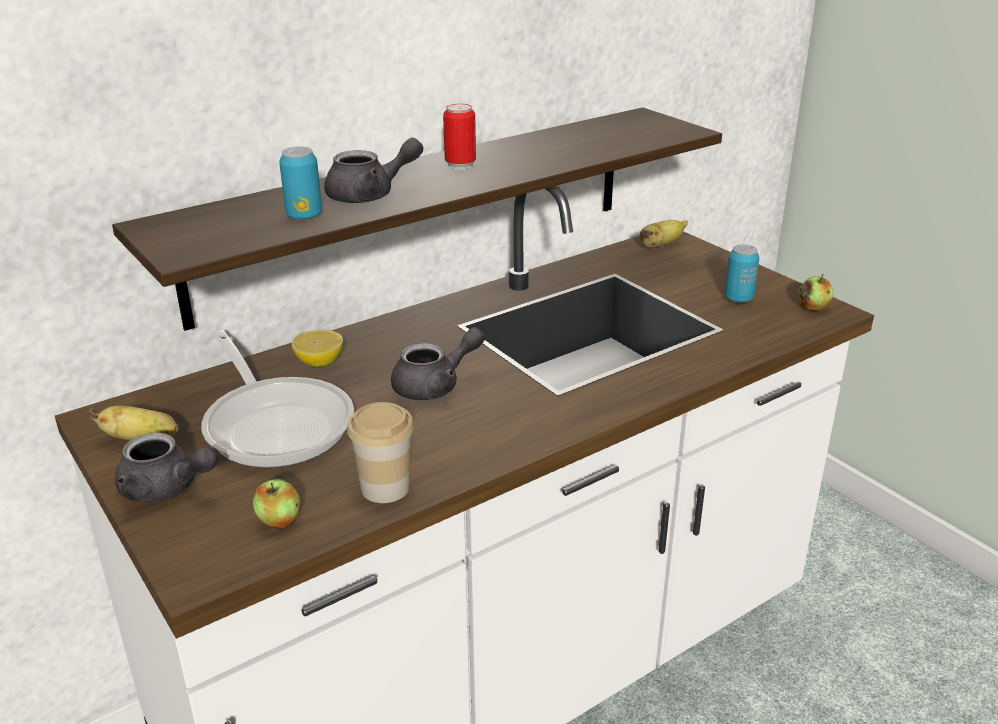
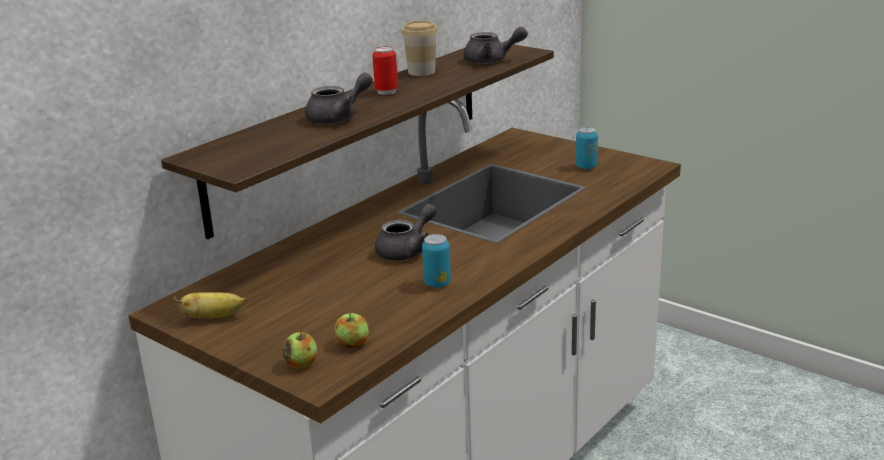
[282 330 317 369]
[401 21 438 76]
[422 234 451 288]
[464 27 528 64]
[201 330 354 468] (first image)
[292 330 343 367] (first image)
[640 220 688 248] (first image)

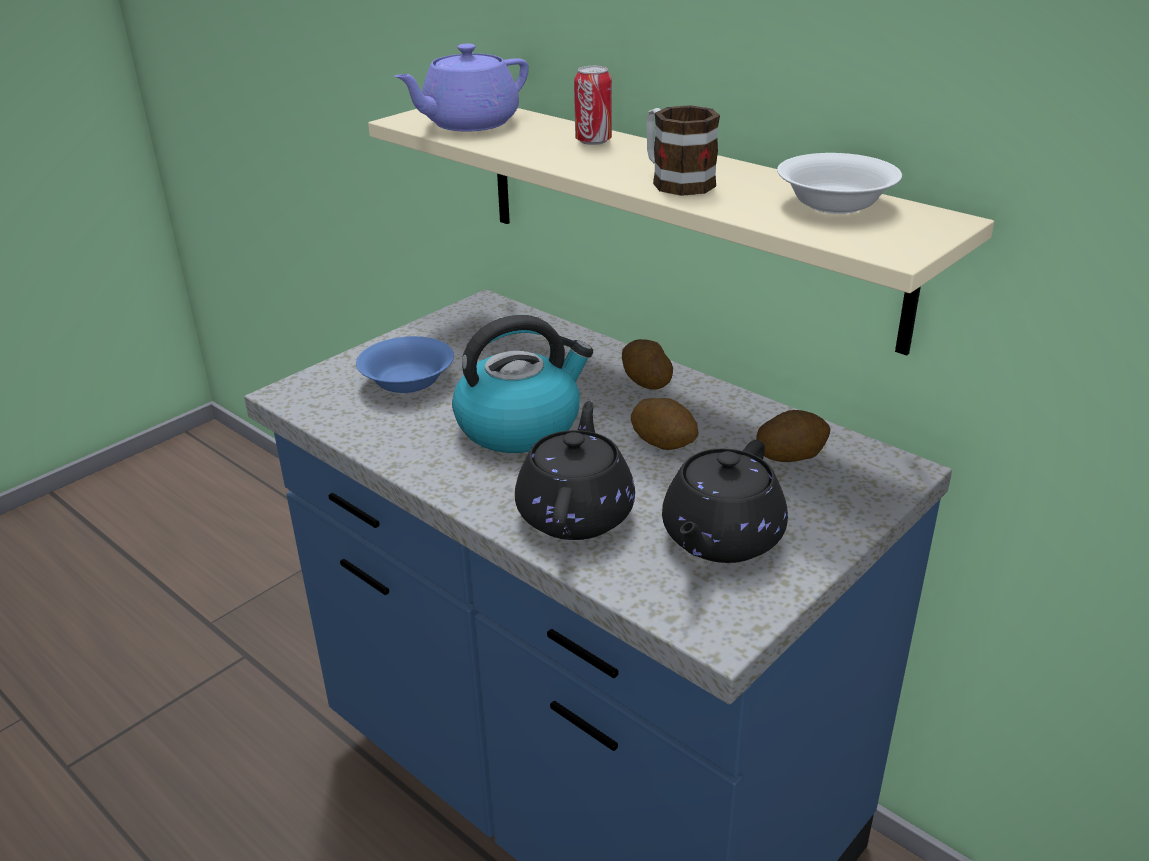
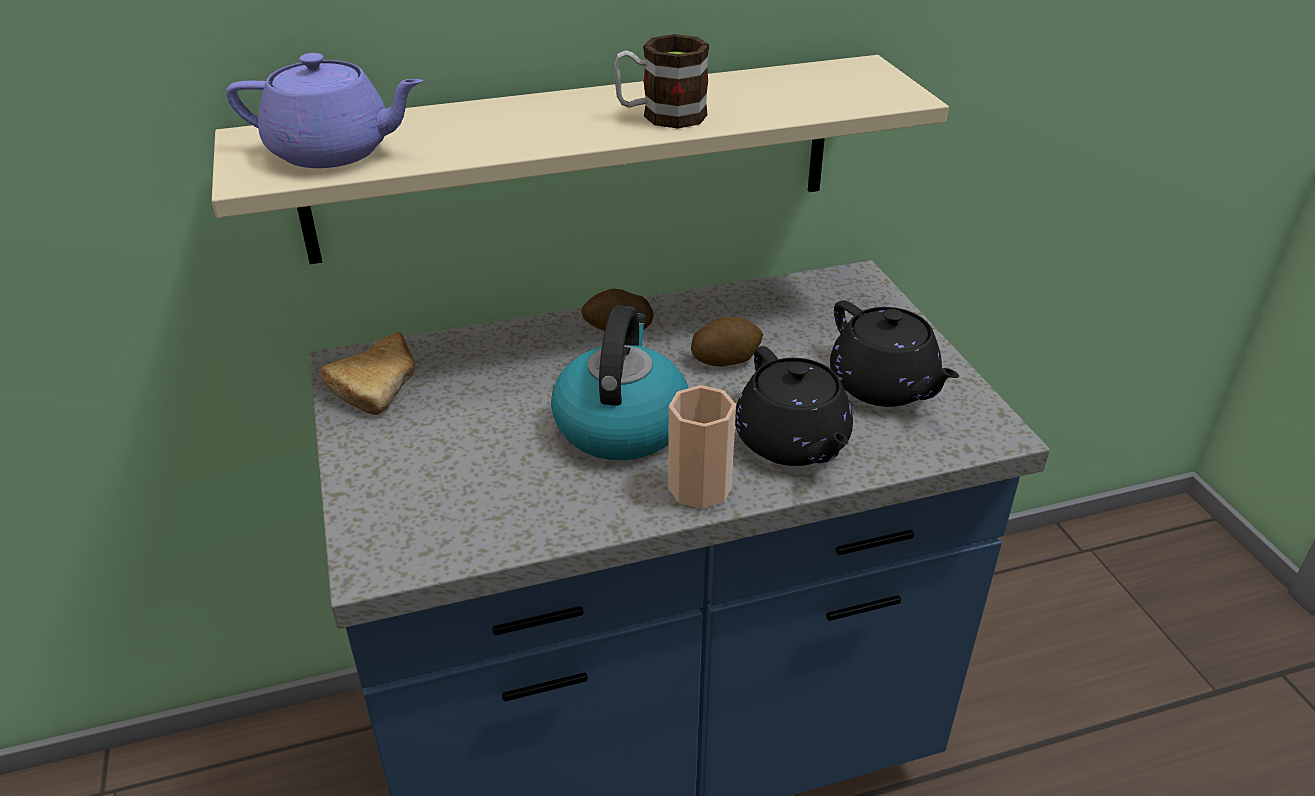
[226 53 423 168]
[320 332 415 415]
[668 385 736 509]
[735 346 853 466]
[356 336 454 393] (first image)
[574 66 612 145] (first image)
[756 410 830 462] (first image)
[777 153 902 214] (first image)

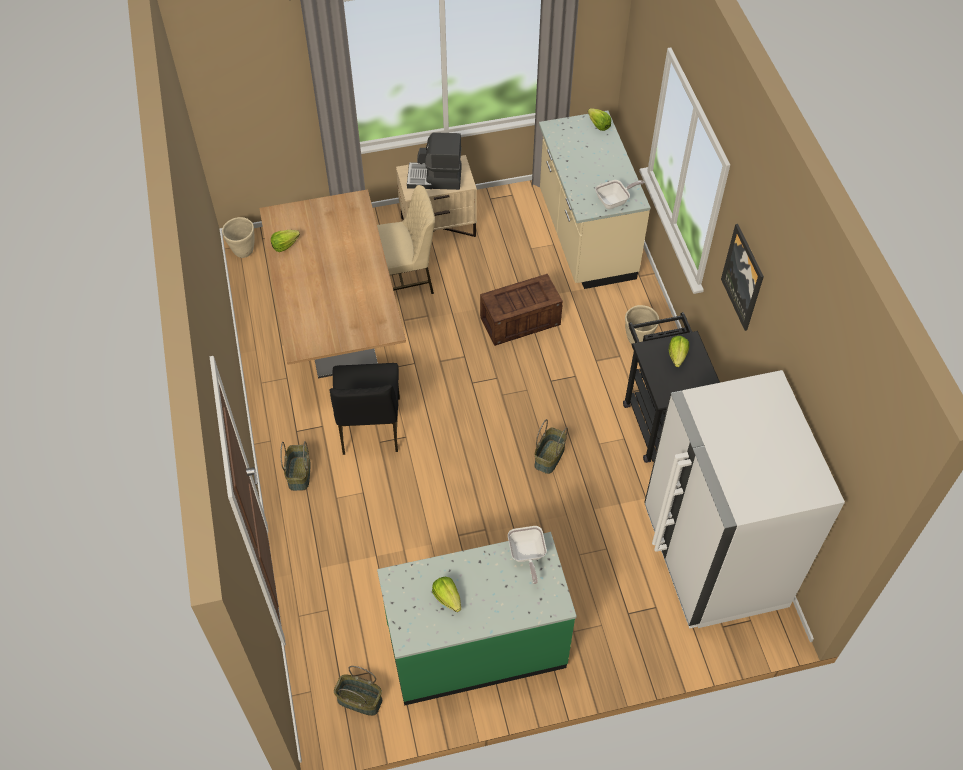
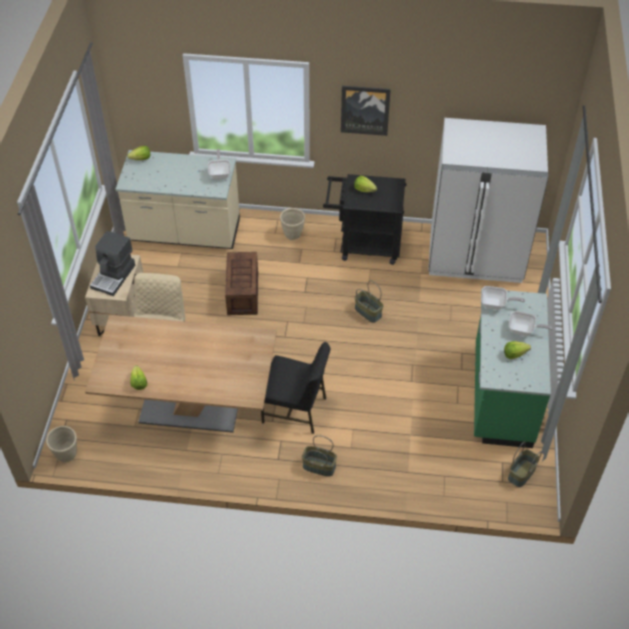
[509 311 554 336]

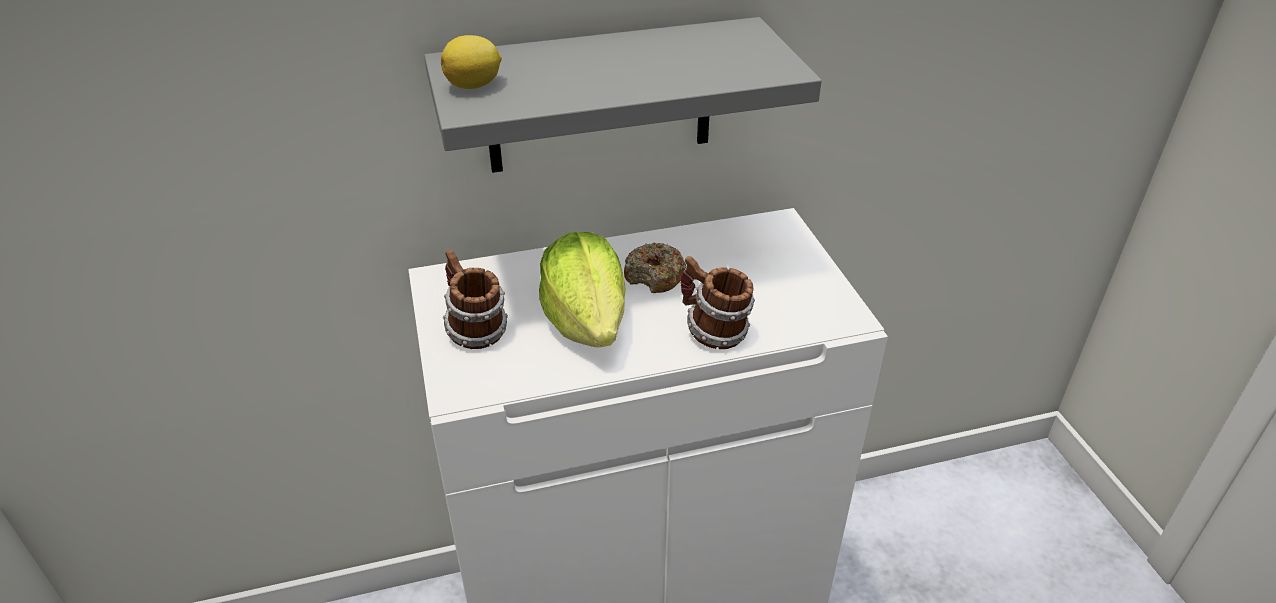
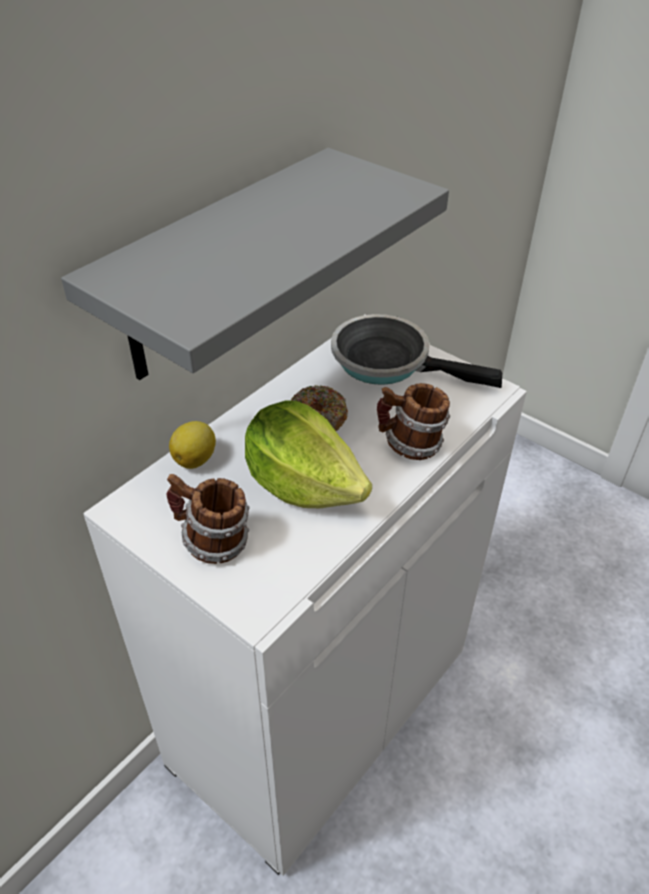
[169 421 216 469]
[331 314 502 388]

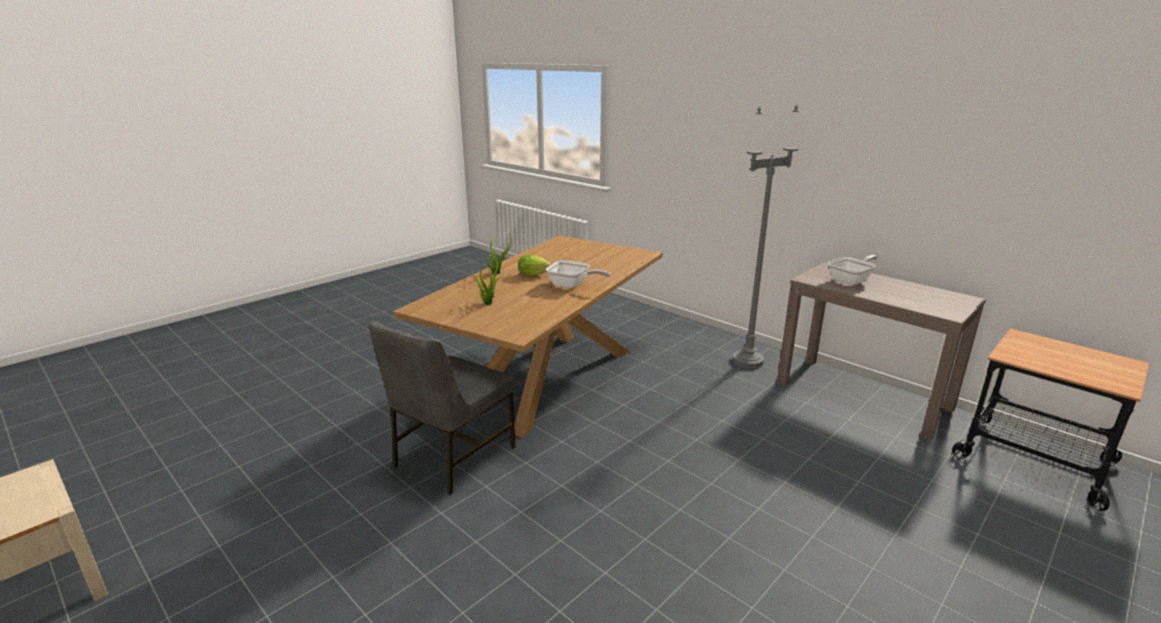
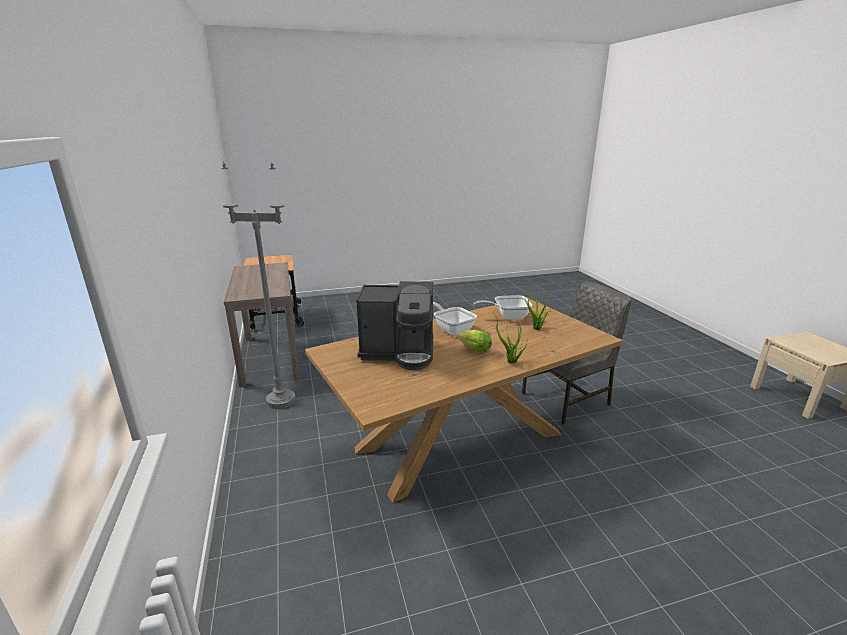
[356 281 433 370]
[473 295 532 320]

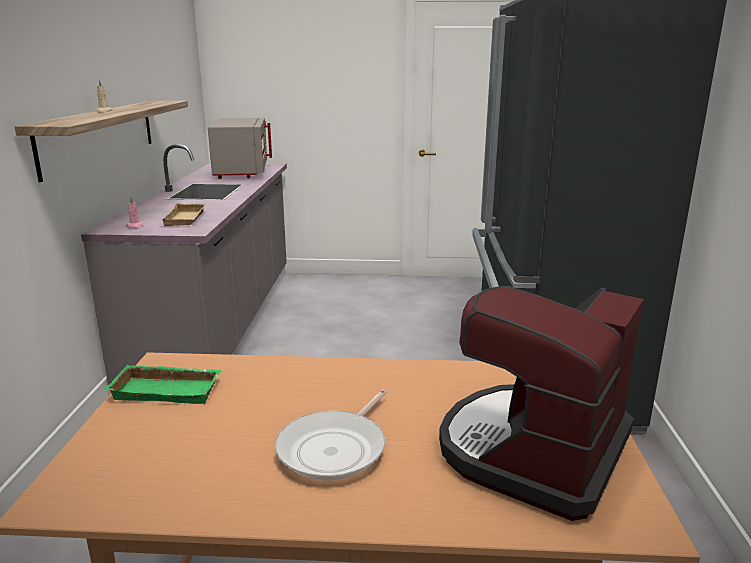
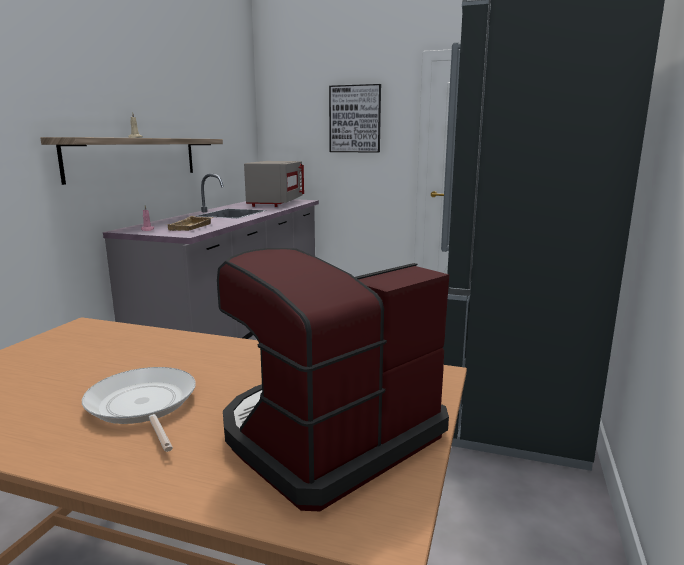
[82 367 196 452]
[329 84 381 152]
[104 365 222 404] (first image)

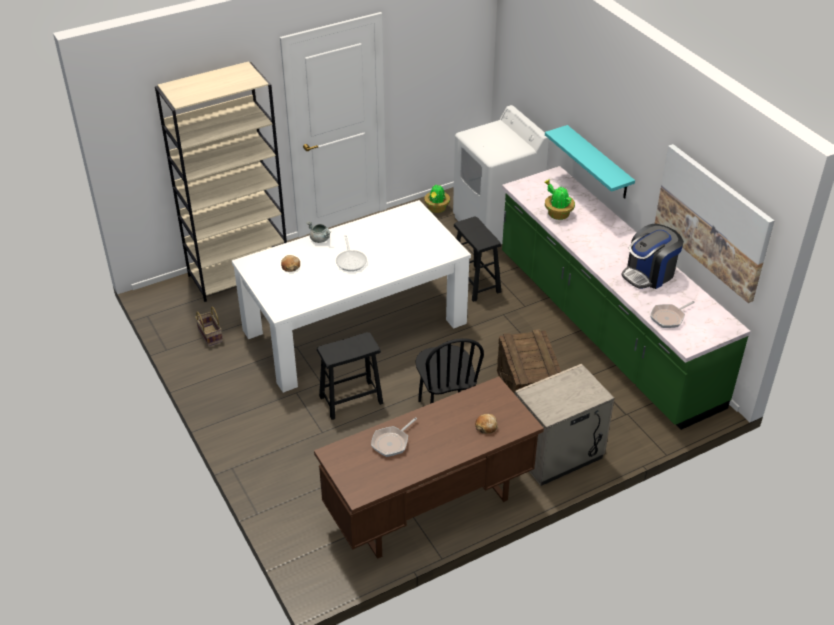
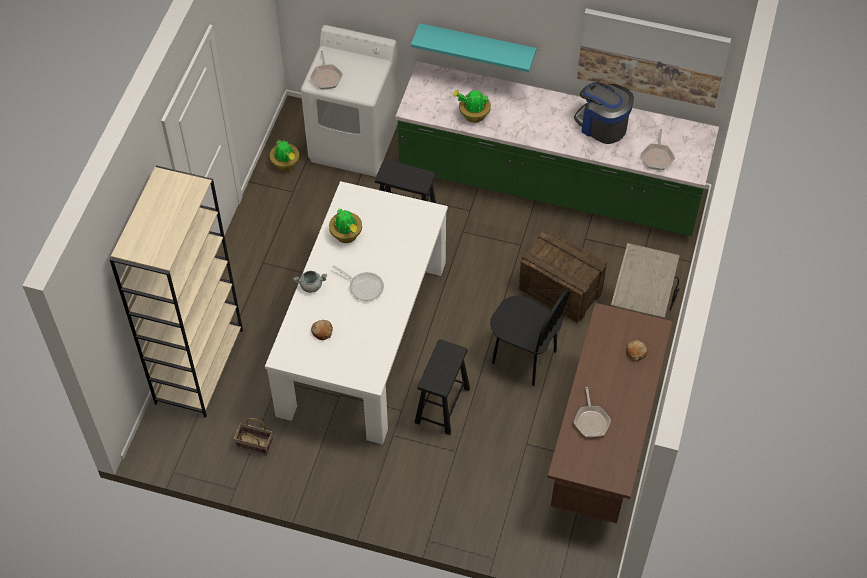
[310 51 343 90]
[329 209 362 243]
[574 82 634 144]

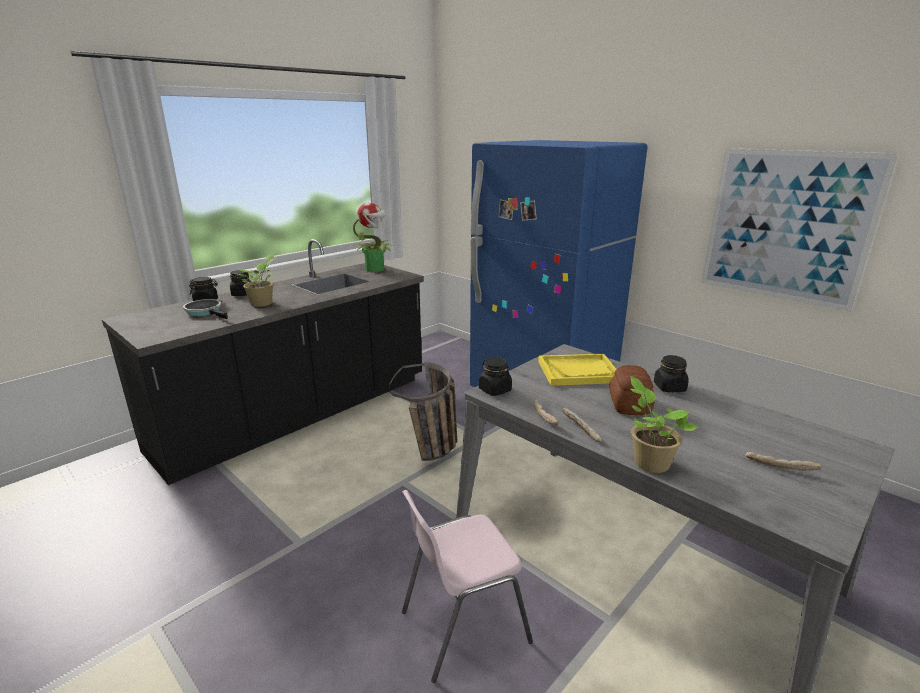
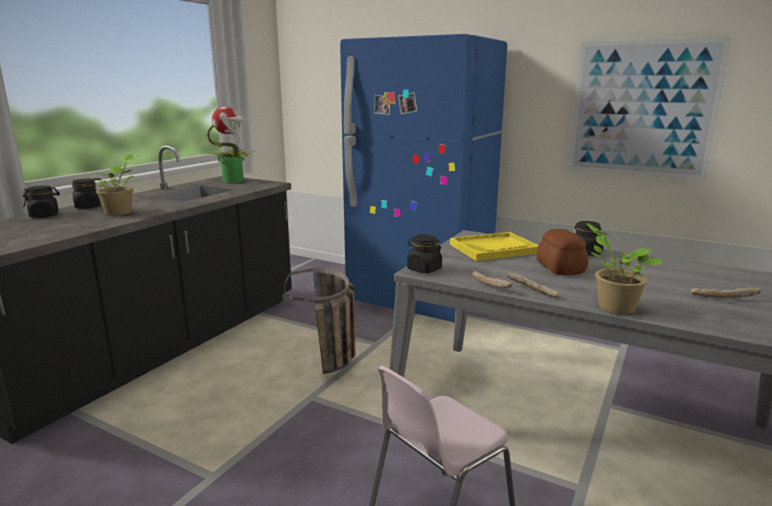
[183 299 227 319] (first image)

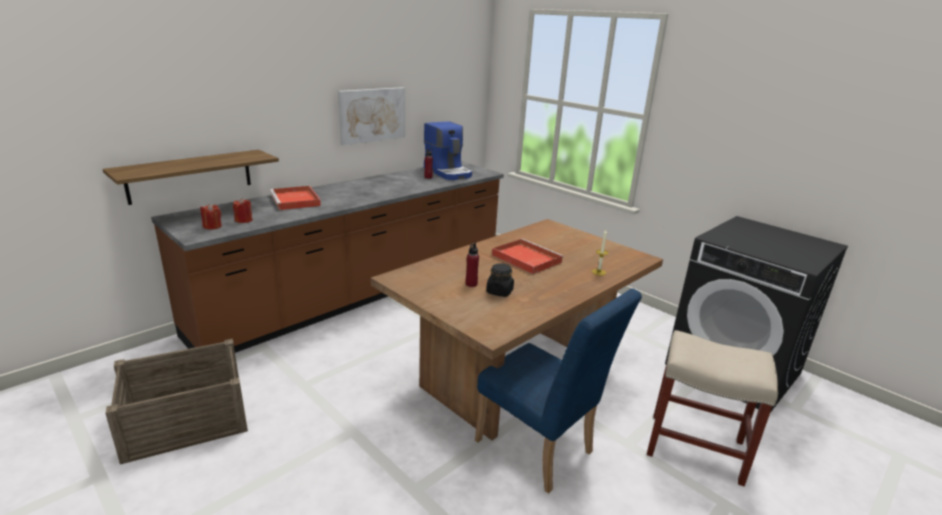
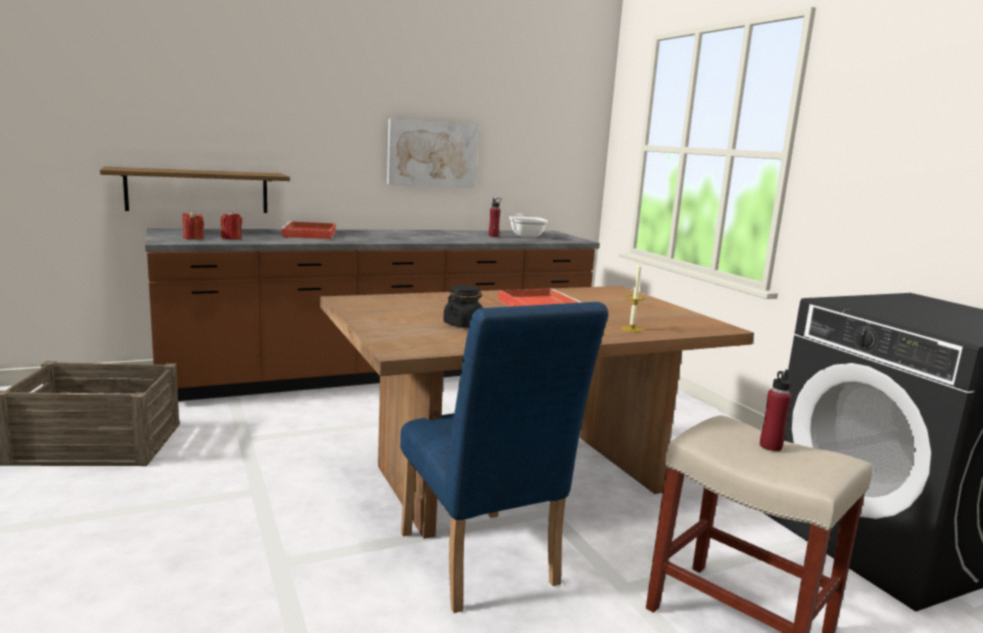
[509 213 548 238]
[760 369 792 451]

